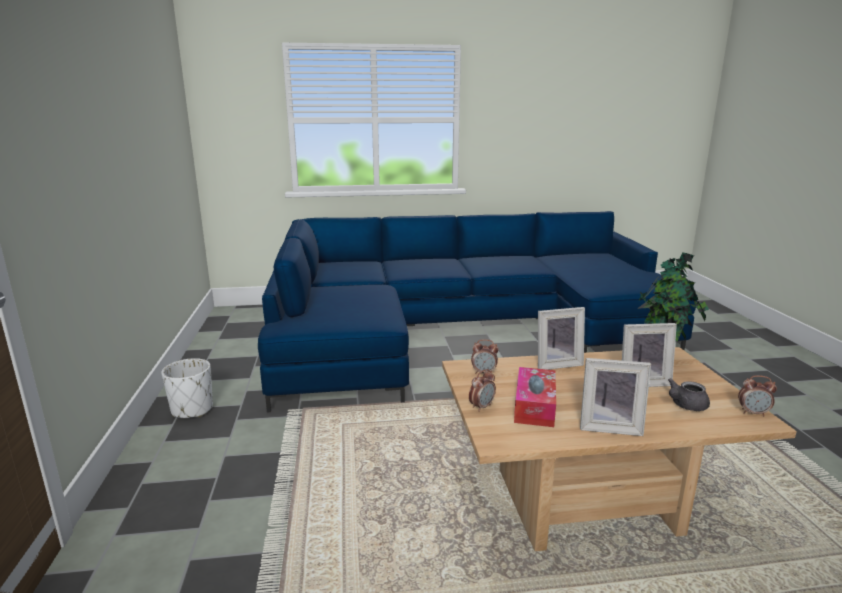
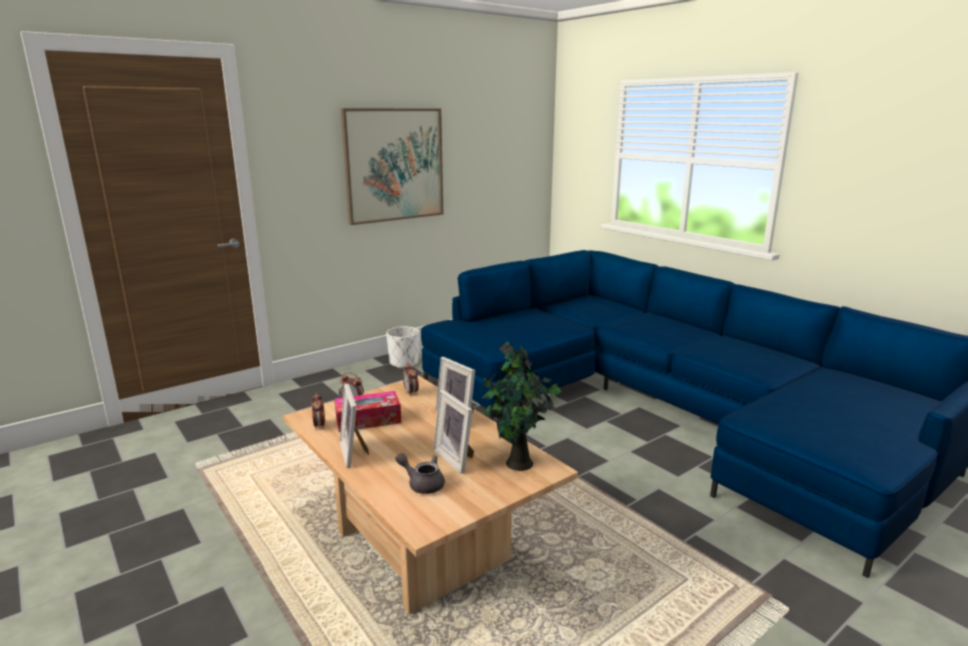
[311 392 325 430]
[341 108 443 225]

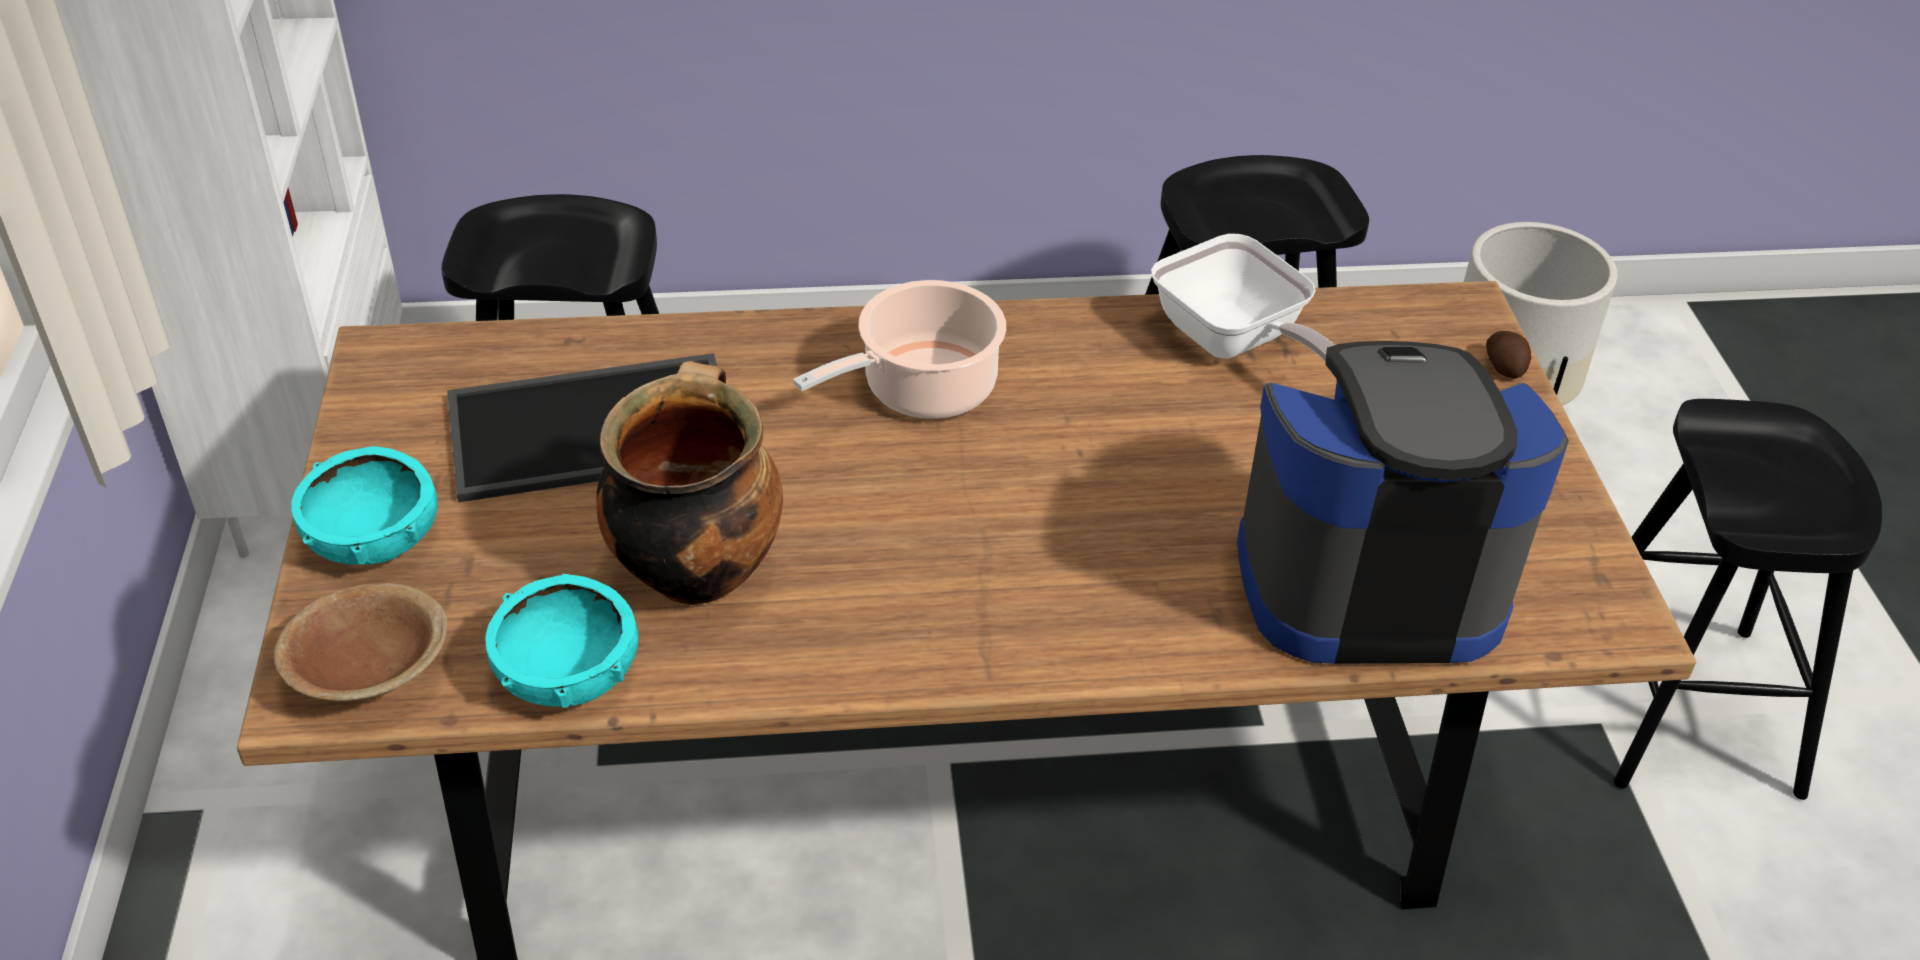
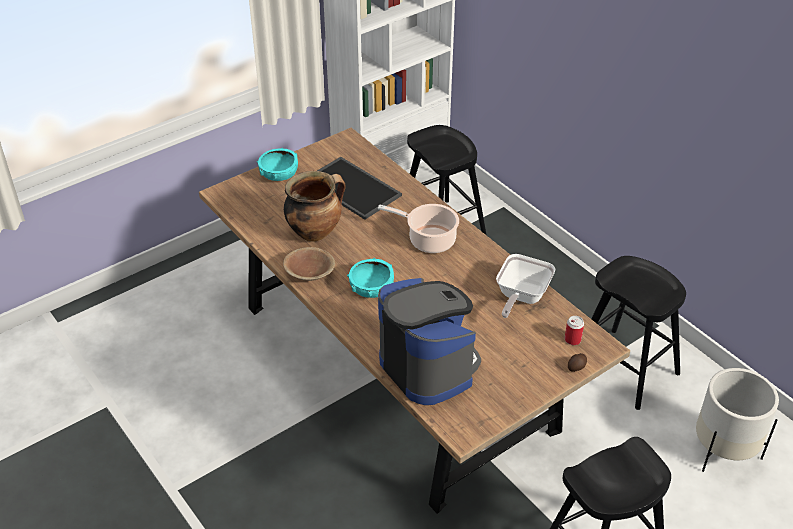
[283 247 335 281]
[347 258 394 298]
[565 316 584 345]

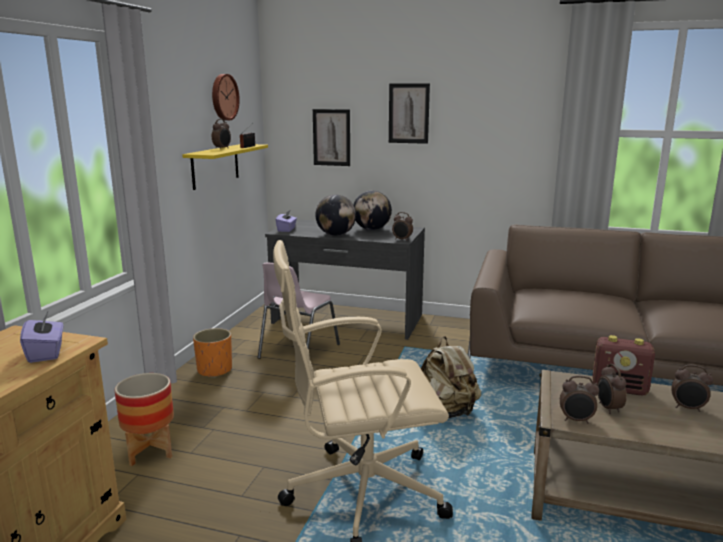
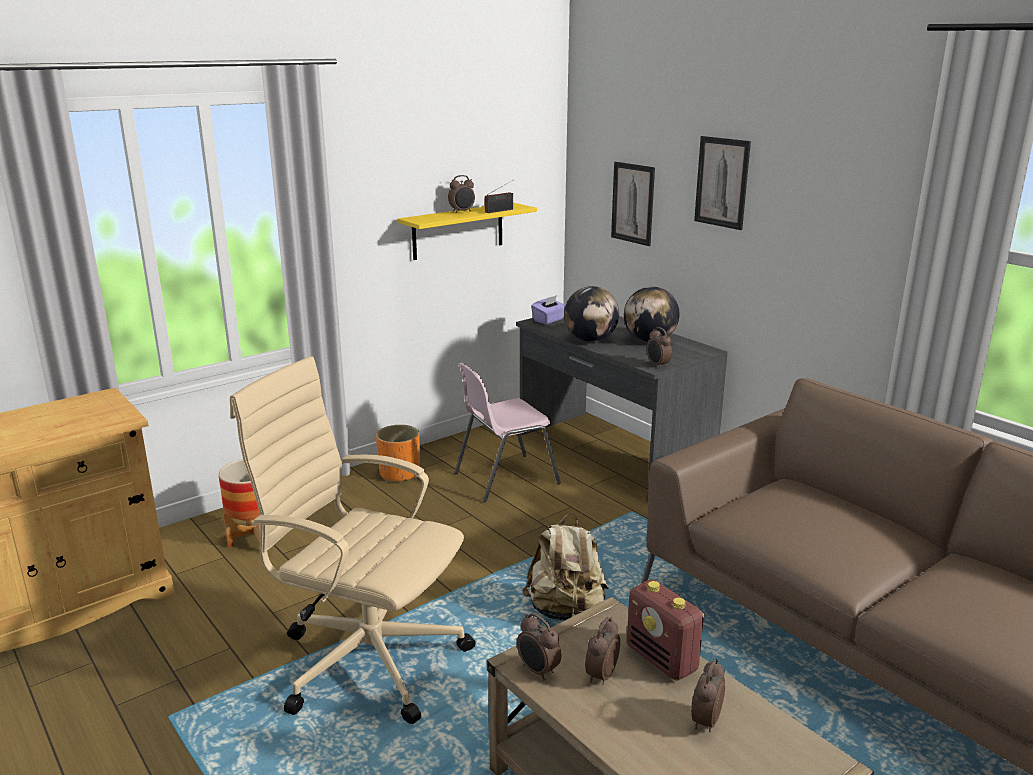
[691 659 725 732]
[20 310 64 363] (first image)
[212 74 240 121] (first image)

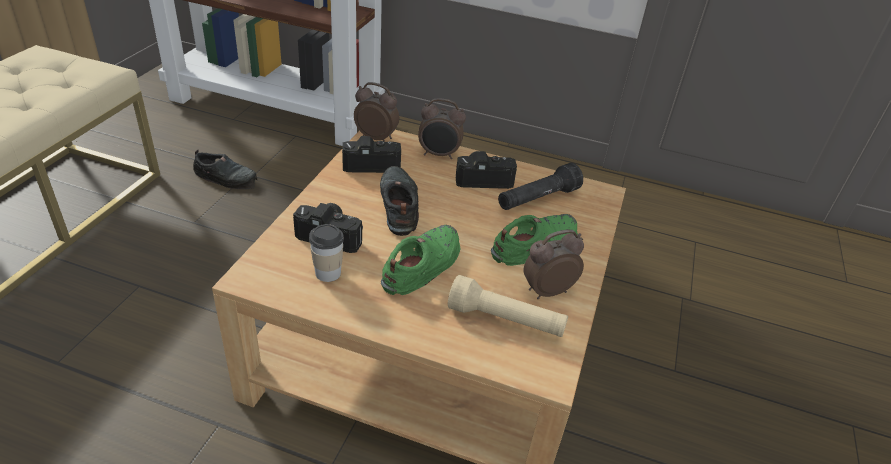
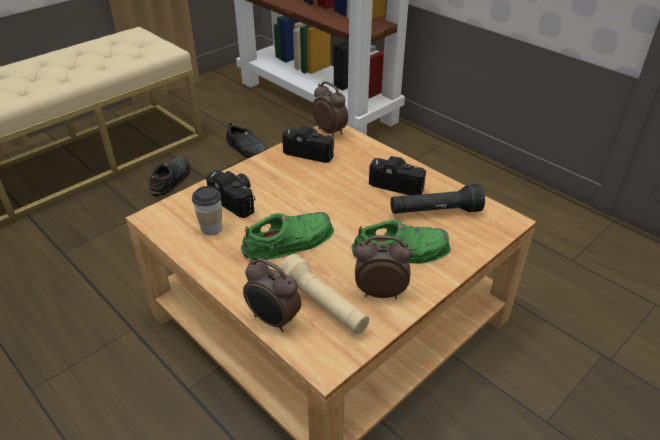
[149 156 191 197]
[243 258 301 332]

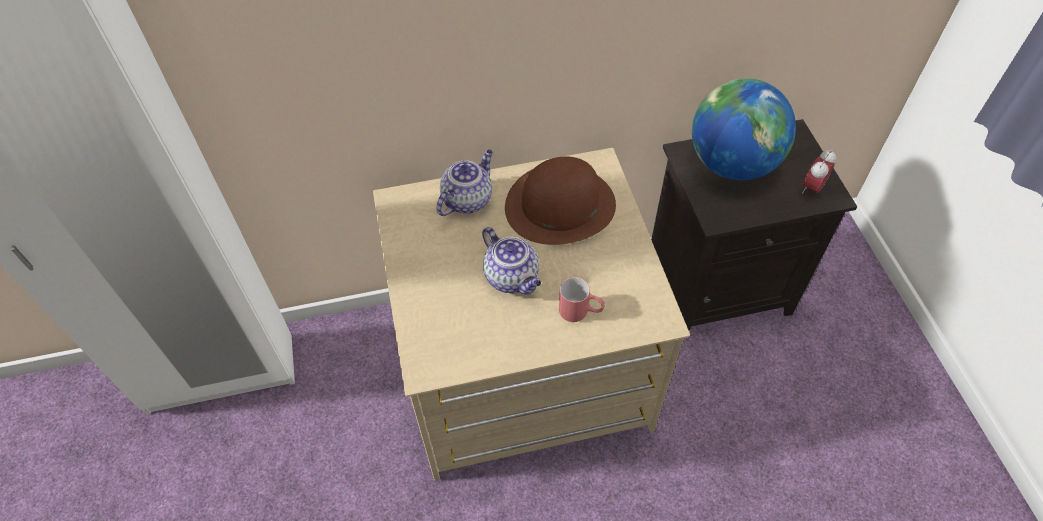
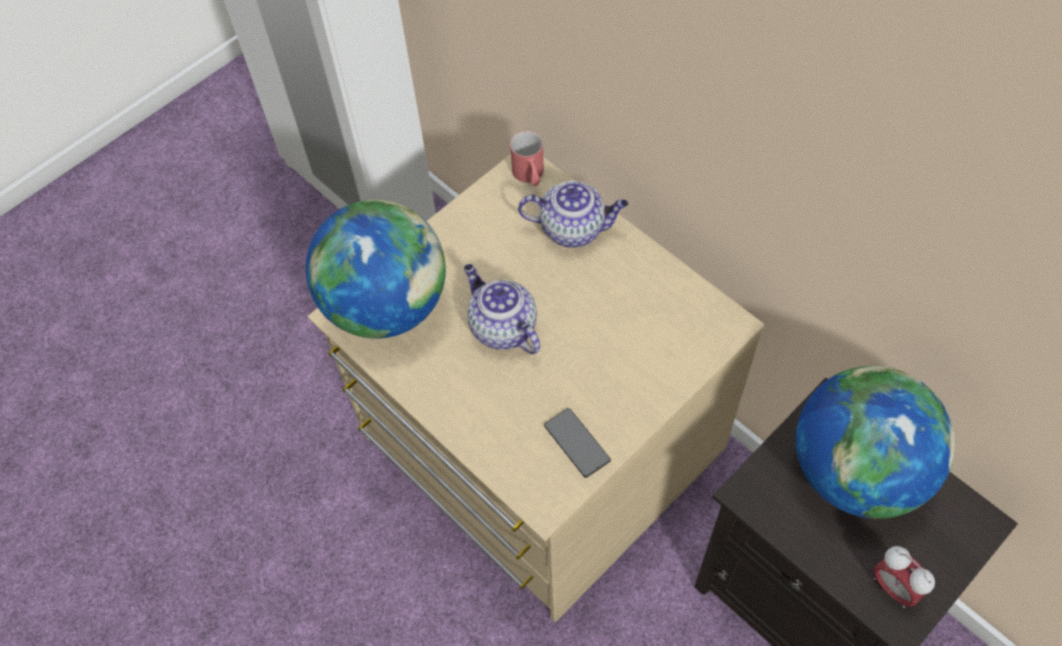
[306 199 446 339]
[464 264 540 354]
[510 131 544 186]
[544 408 611 478]
[874 546 935 608]
[505 157 616 245] (first image)

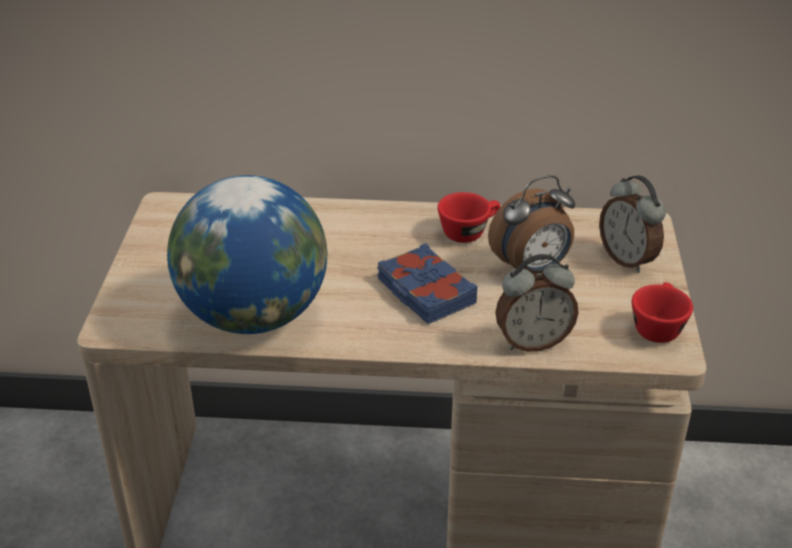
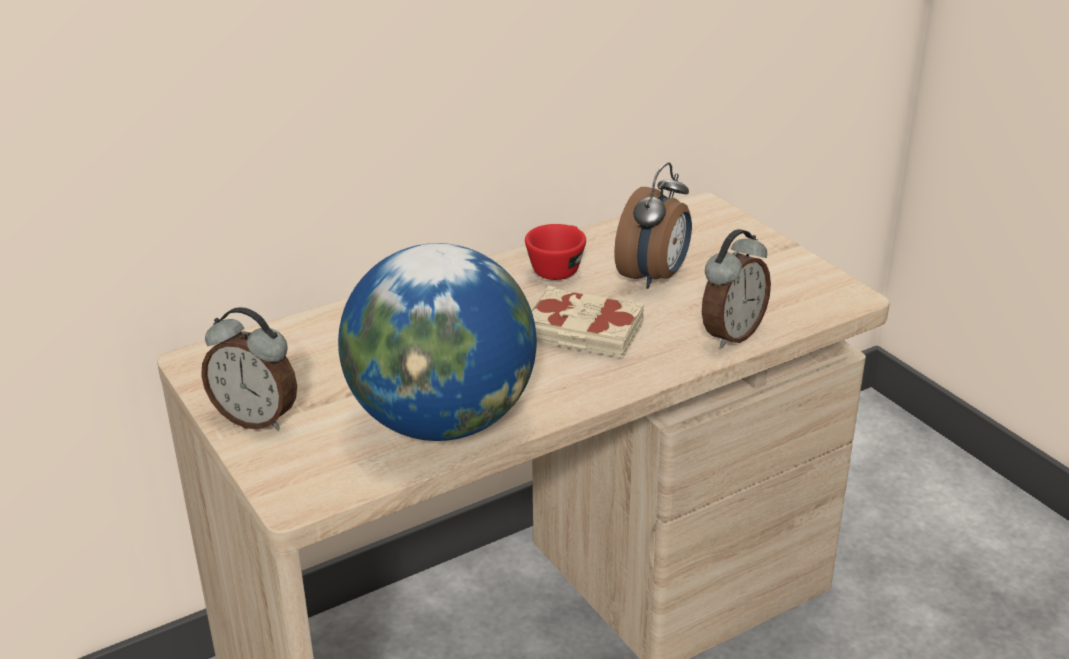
[201 307 297 430]
[532 286 645 358]
[632 283 693 343] (first image)

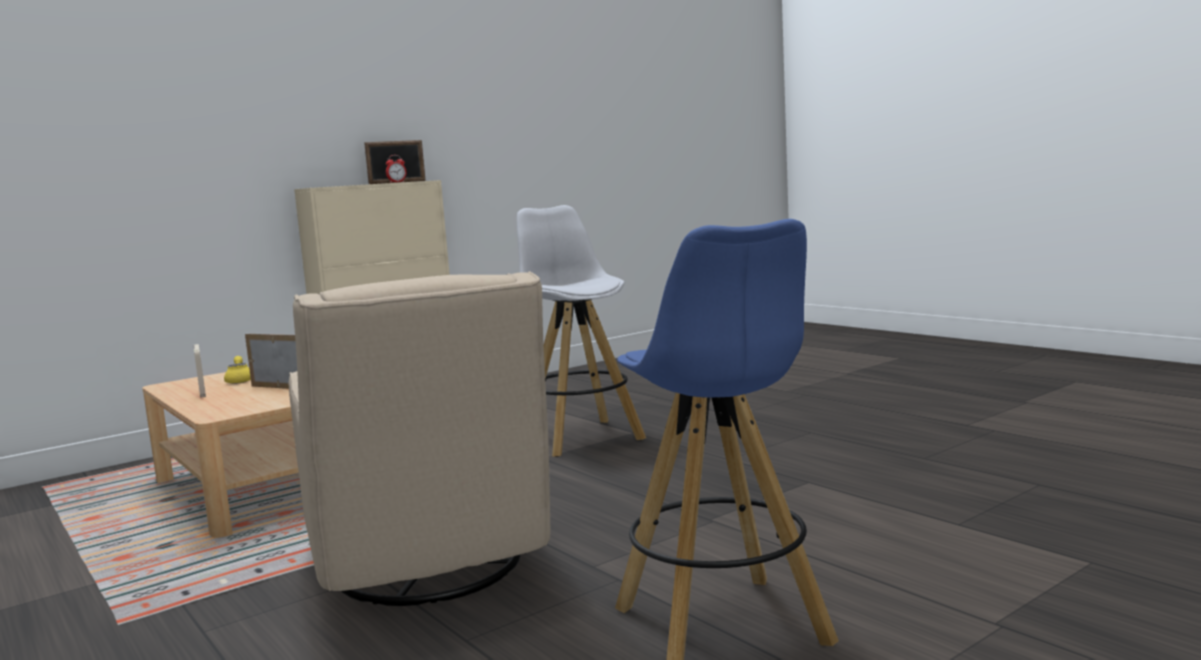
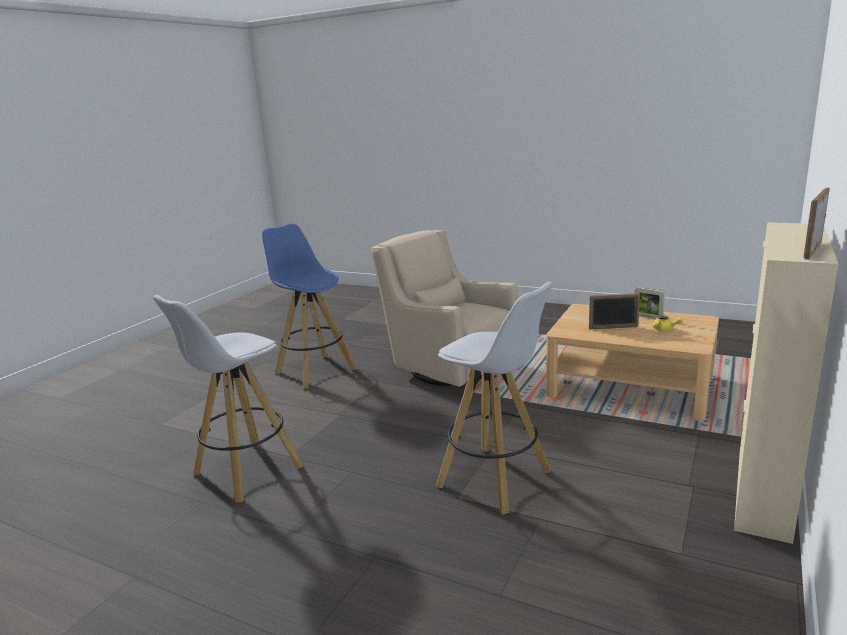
[153 295 303 502]
[386 155 407 183] (first image)

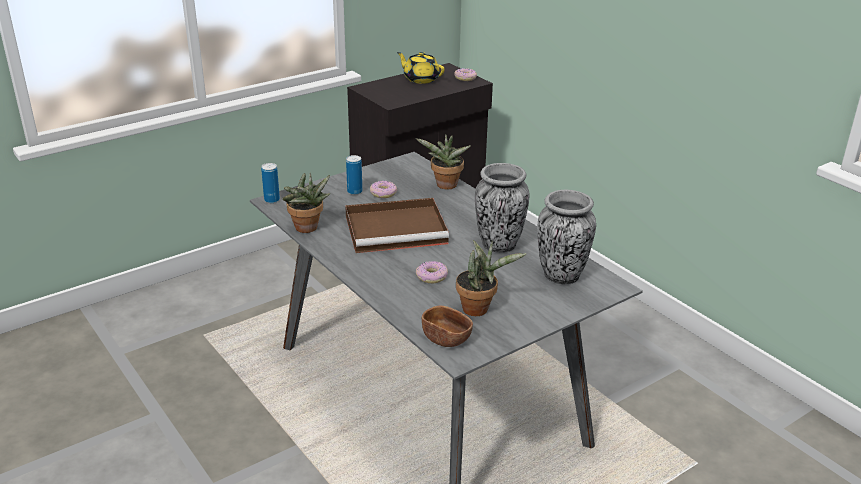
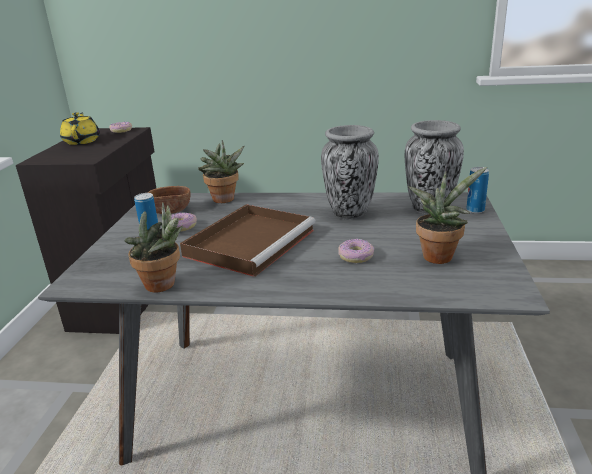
[60 112 100 145]
[147 186 191 214]
[466 167 489 213]

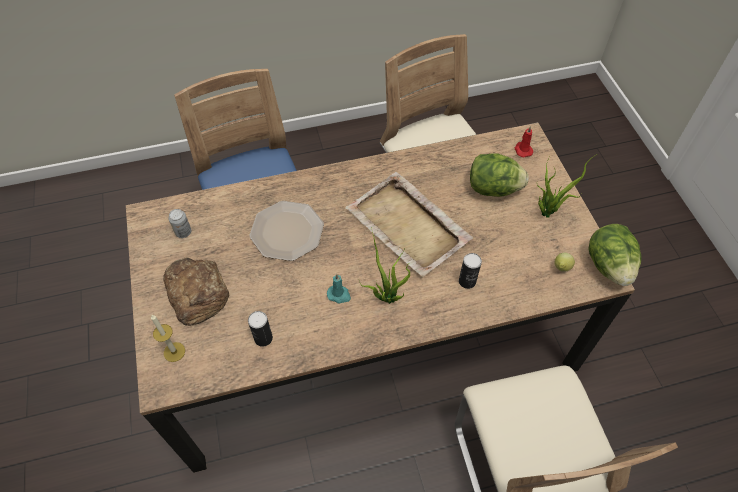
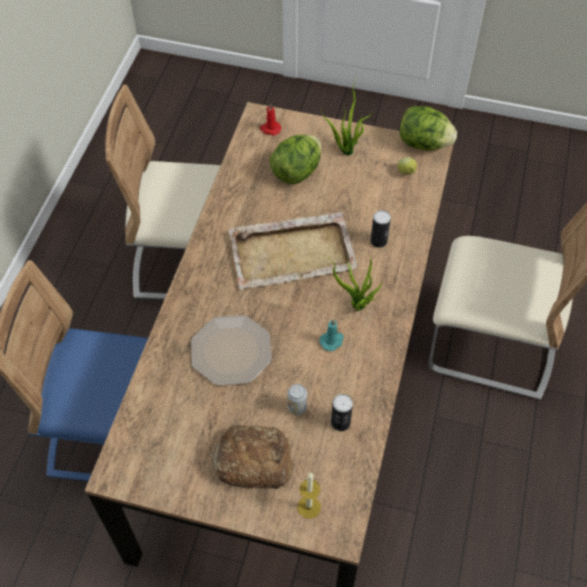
[287 384 307 415]

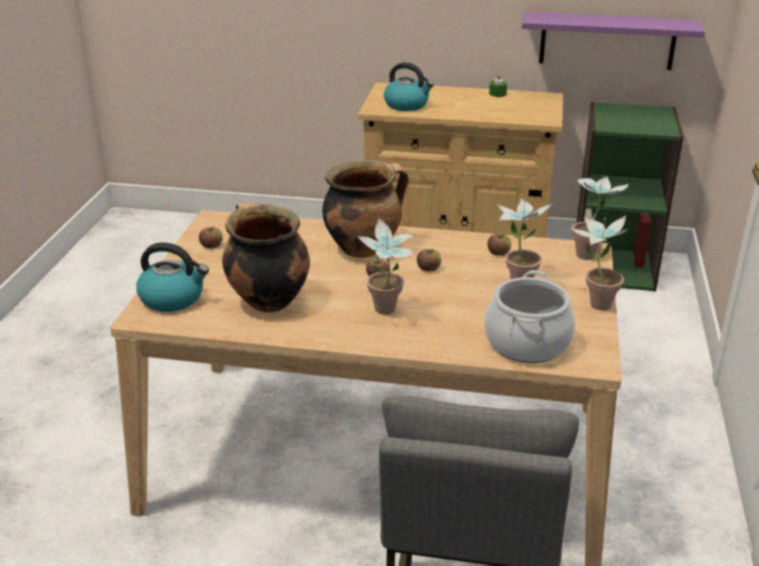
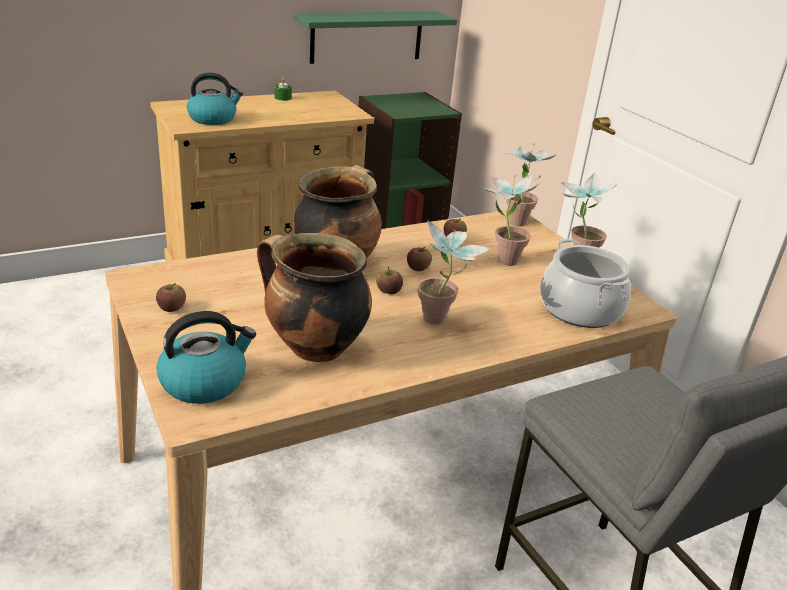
[293 11 457 64]

